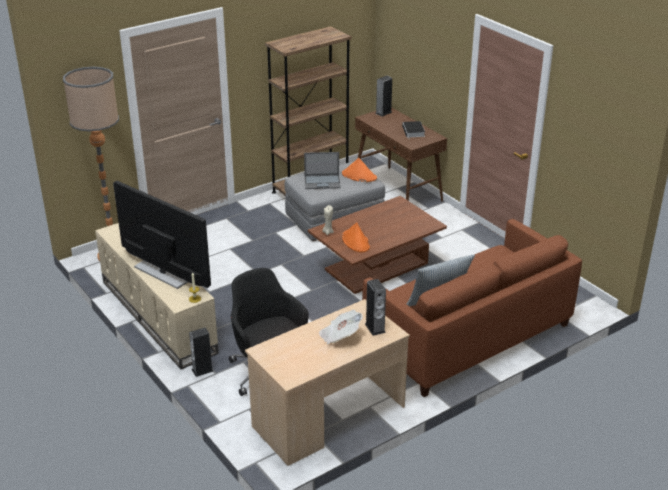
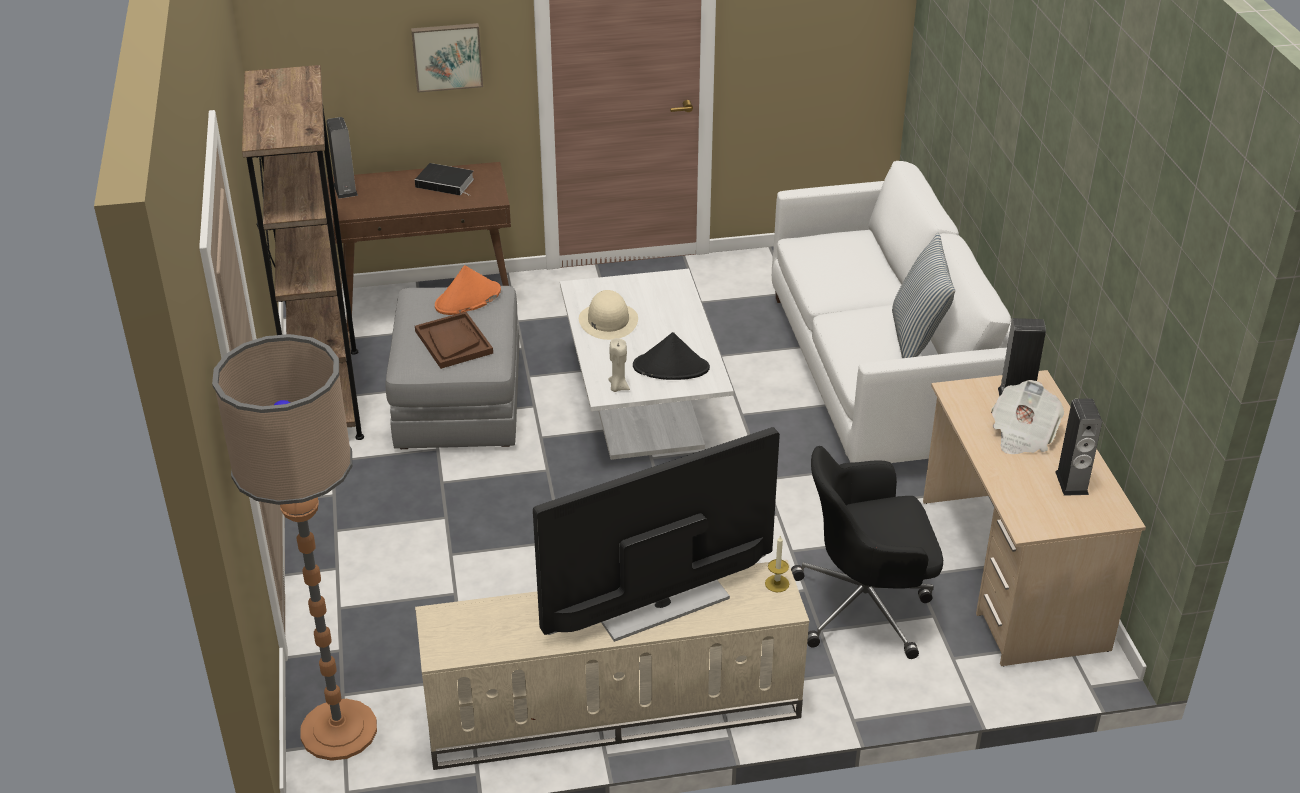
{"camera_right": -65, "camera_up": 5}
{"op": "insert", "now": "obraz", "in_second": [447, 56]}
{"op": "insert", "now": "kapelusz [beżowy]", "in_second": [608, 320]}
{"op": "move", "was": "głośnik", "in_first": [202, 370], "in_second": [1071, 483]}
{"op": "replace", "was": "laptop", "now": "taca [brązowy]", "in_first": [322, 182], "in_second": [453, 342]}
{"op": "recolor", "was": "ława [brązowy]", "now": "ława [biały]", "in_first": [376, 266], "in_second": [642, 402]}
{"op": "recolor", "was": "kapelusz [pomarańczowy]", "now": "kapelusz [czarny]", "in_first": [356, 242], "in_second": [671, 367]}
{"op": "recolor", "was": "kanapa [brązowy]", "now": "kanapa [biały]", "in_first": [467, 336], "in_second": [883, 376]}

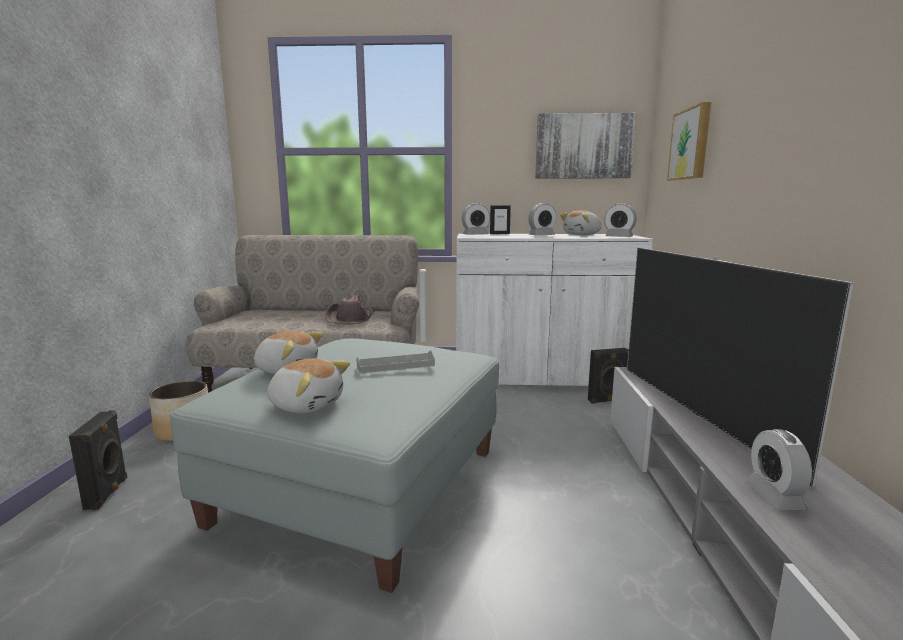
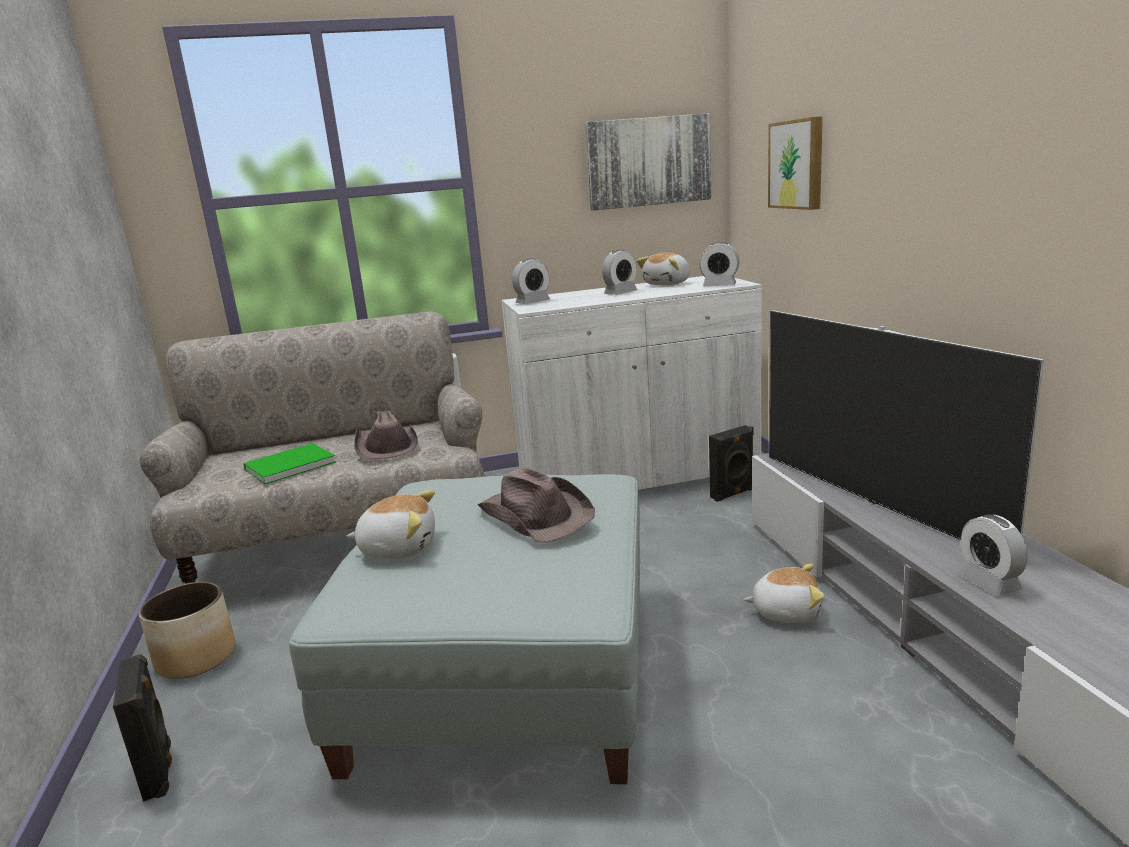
{"camera_right": -15, "camera_up": 5}
{"op": "delete", "was": "ramka na zdjęcie", "in_first": [499, 234]}
{"op": "insert", "now": "książka [zielony]", "in_second": [287, 466]}
{"op": "move", "was": "pluszak", "in_first": [306, 405], "in_second": [786, 611]}
{"op": "replace", "was": "taca [szary]", "now": "kapelusz [brązowy]", "in_first": [395, 366], "in_second": [536, 514]}

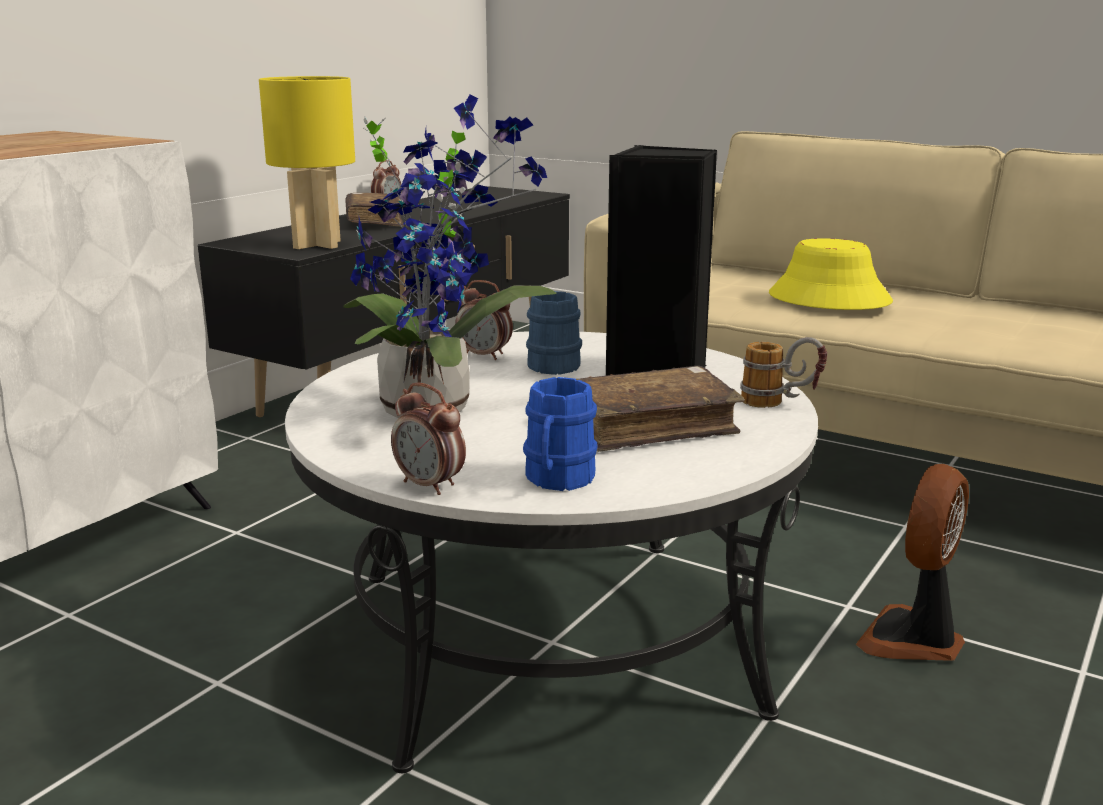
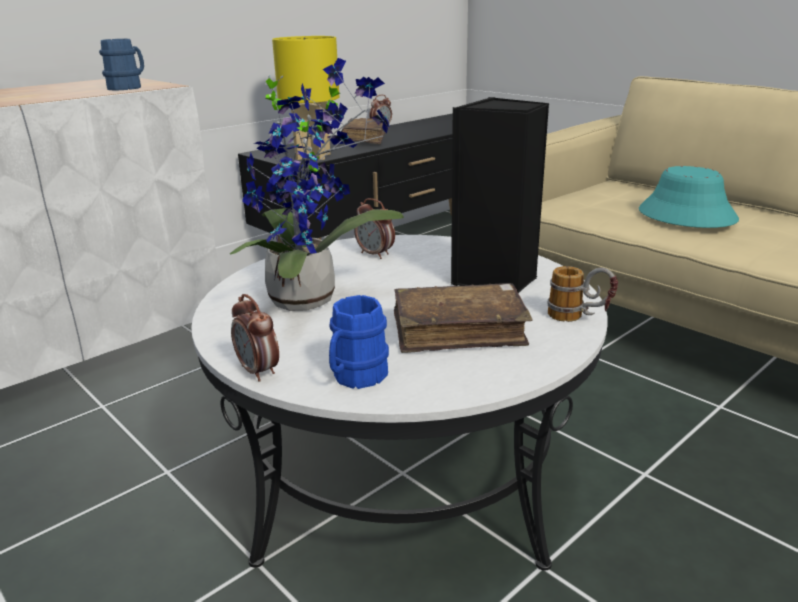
{"camera_right": 15, "camera_up": 5}
{"op": "delete", "was": "wentylator", "in_first": [914, 640]}
{"op": "move", "was": "kubek [niebieski]", "in_first": [556, 363], "in_second": [128, 87]}
{"op": "recolor", "was": "kapelusz [żółty]", "now": "kapelusz [turkusowy]", "in_first": [828, 299], "in_second": [685, 215]}

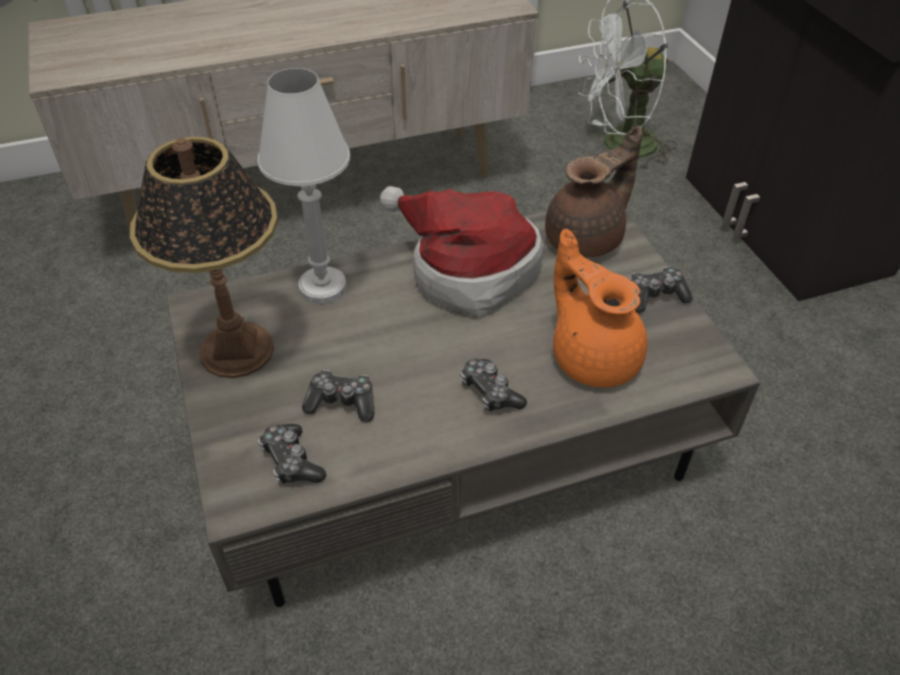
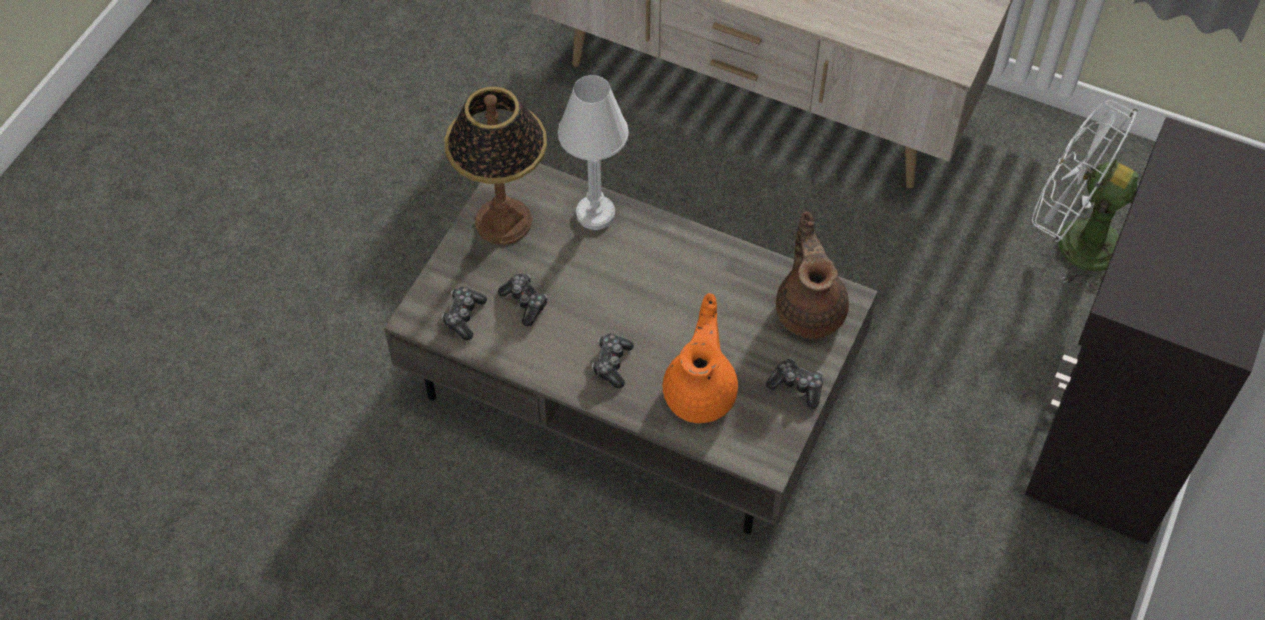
{"camera_right": 45, "camera_up": 10}
{"op": "delete", "was": "kapelusz", "in_first": [466, 270]}
{"op": "rotate", "was": "imbryk [brązowy]", "in_first": [587, 238], "in_second": [810, 309], "clockwise": -105}

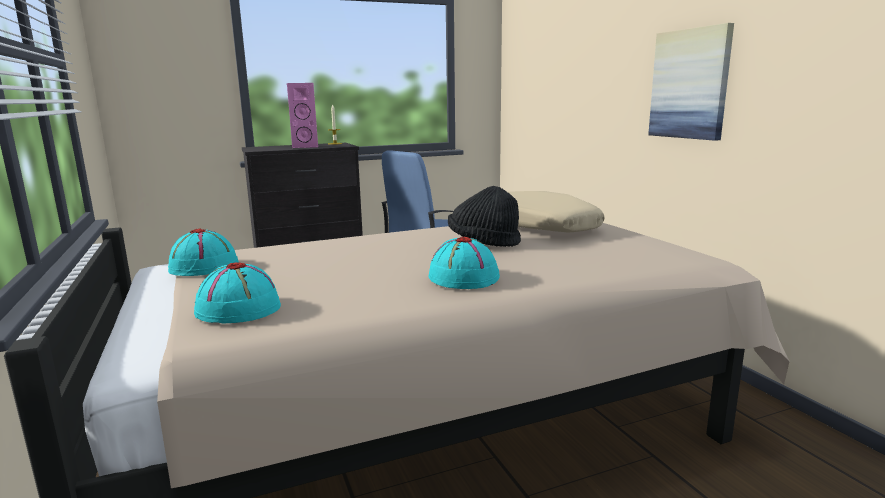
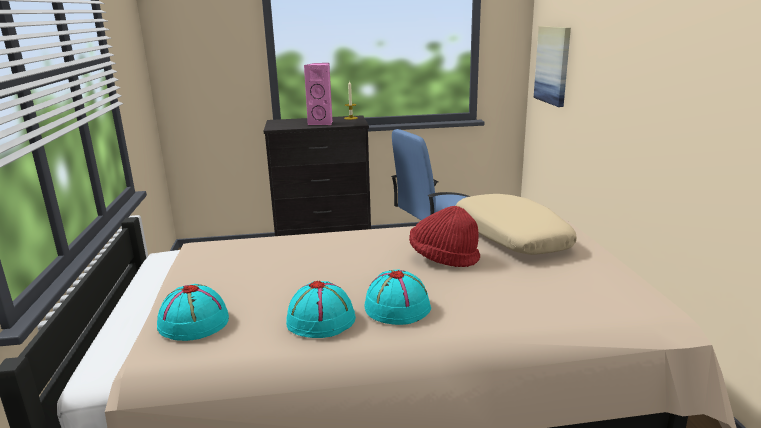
{"camera_right": 15, "camera_up": 5}
{"op": "move", "was": "kapelusz [turkusowy]", "in_first": [204, 267], "in_second": [321, 320]}
{"op": "move", "was": "obraz", "in_first": [690, 84], "in_second": [553, 65]}
{"op": "recolor", "was": "kapelusz [czarny]", "now": "kapelusz [czerwony]", "in_first": [483, 243], "in_second": [443, 258]}

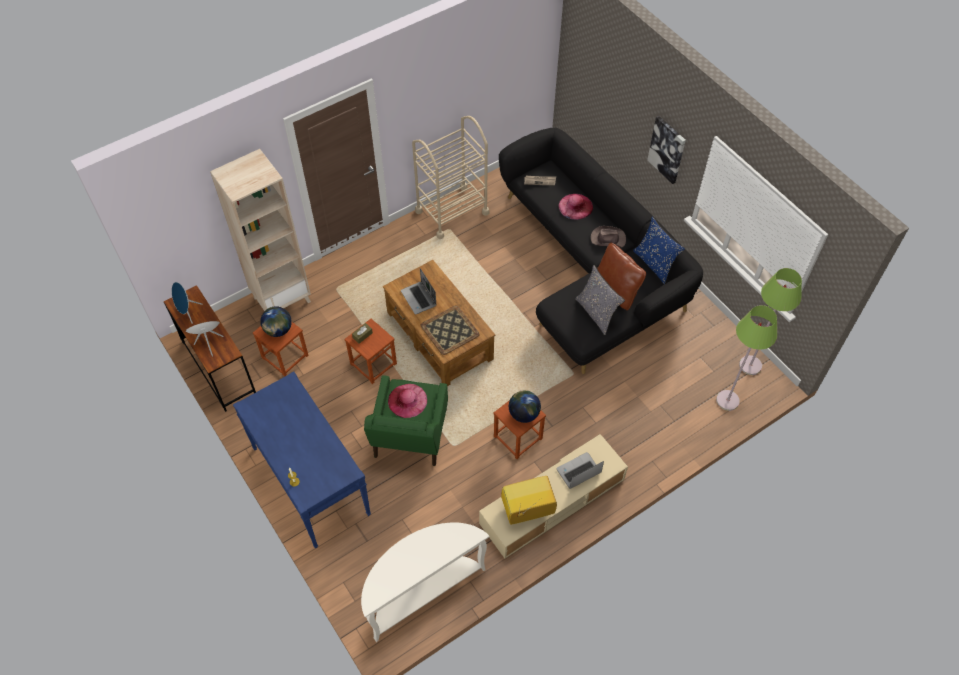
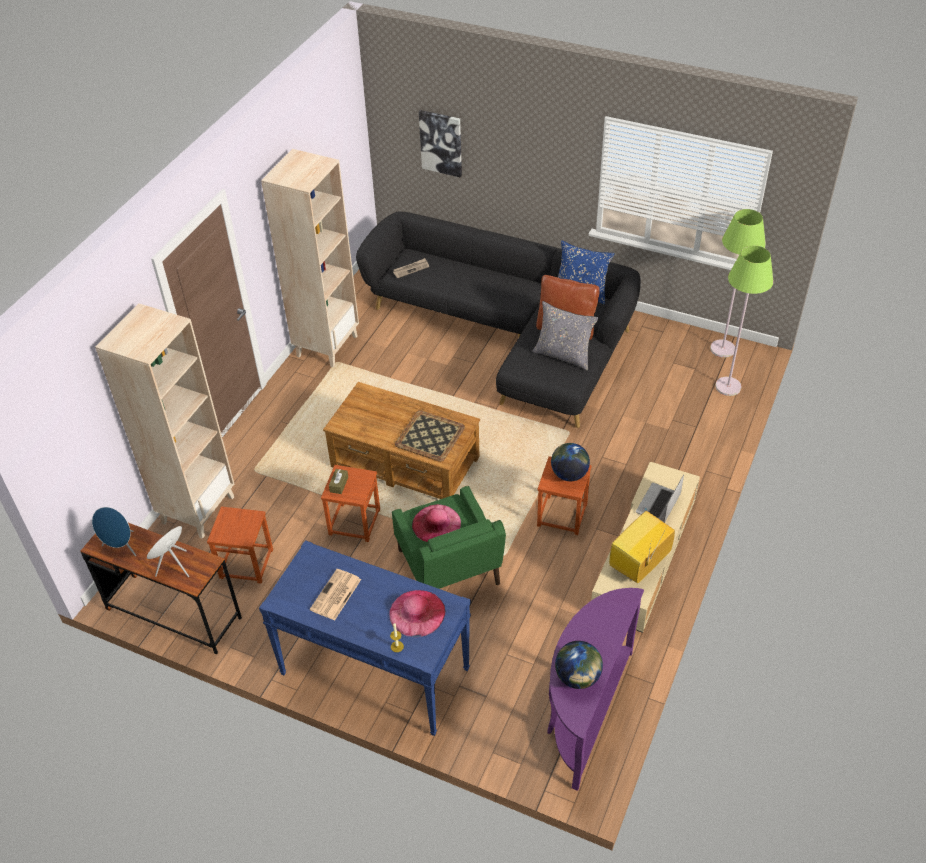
{"camera_right": -30, "camera_up": -10}
{"op": "delete", "was": "laptop", "in_first": [419, 298]}
{"op": "delete", "was": "kapelusz [brązowy]", "in_first": [607, 238]}
{"op": "insert", "now": "gazeta", "in_second": [335, 595]}
{"op": "move", "was": "globus", "in_first": [278, 330], "in_second": [577, 677]}
{"op": "move", "was": "kapelusz [różowy]", "in_first": [575, 206], "in_second": [417, 613]}
{"op": "move", "was": "obraz", "in_first": [667, 149], "in_second": [441, 143]}
{"op": "replace", "was": "wózek [beżowy]", "now": "regał [beżowy]", "in_first": [452, 212], "in_second": [327, 345]}
{"op": "recolor", "was": "stolik konsolowy [biały]", "now": "stolik konsolowy [fioletowy]", "in_first": [422, 591], "in_second": [584, 711]}

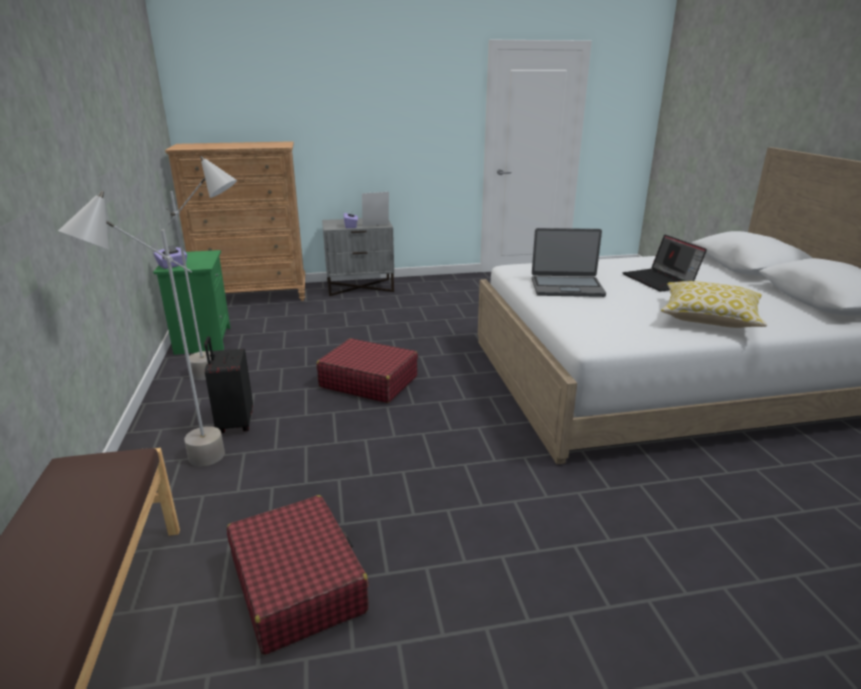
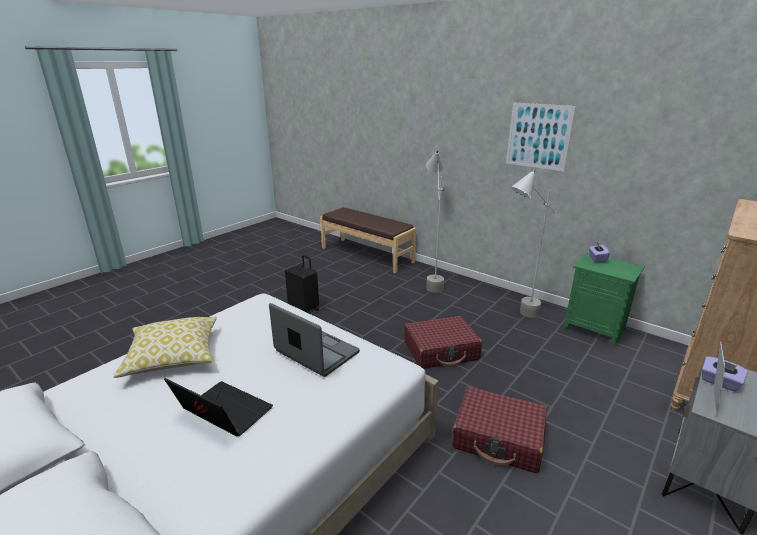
{"camera_right": 140, "camera_up": 0}
{"op": "insert", "now": "obraz", "in_second": [538, 136]}
{"op": "move", "was": "walizka [czarny]", "in_first": [234, 423], "in_second": [304, 309]}
{"op": "move", "was": "walizka [czerwony]", "in_first": [298, 584], "in_second": [498, 438]}
{"op": "rotate", "was": "laptop", "in_first": [566, 287], "in_second": [316, 352], "clockwise": 75}

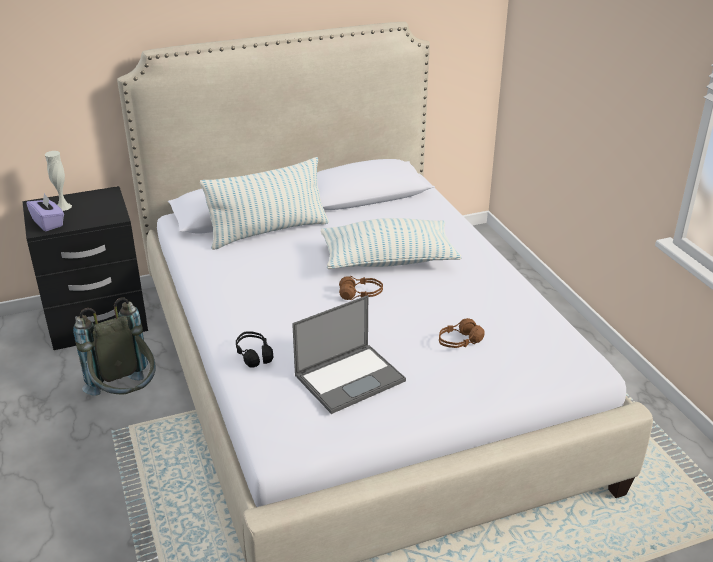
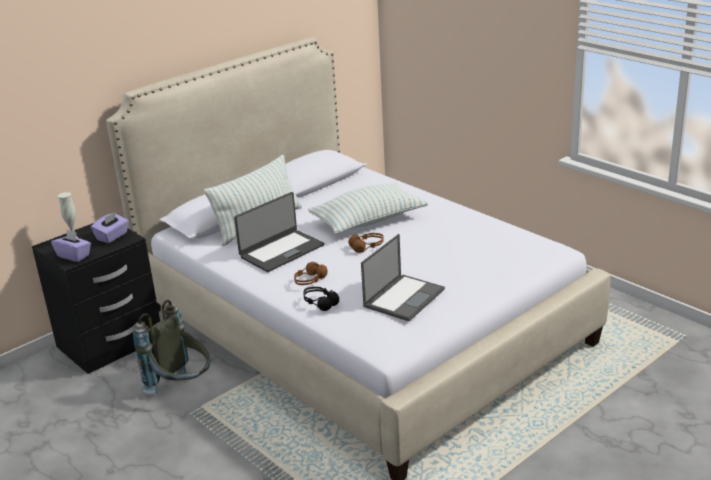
{"camera_right": -20, "camera_up": -5}
{"op": "insert", "now": "pudełko chusteczek [fioletowy]", "in_second": [112, 236]}
{"op": "insert", "now": "laptop", "in_second": [281, 251]}
{"op": "move", "was": "słuchawki [brązowy]", "in_first": [459, 342], "in_second": [310, 281]}

